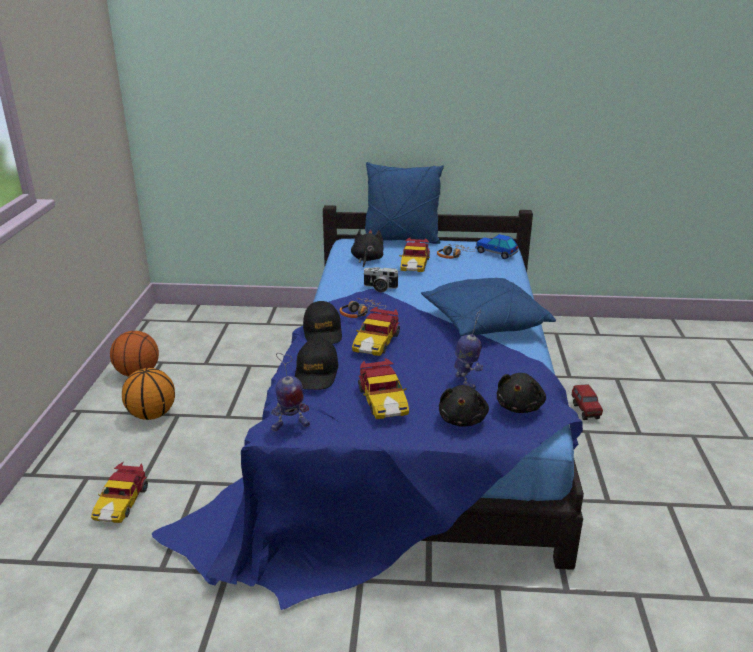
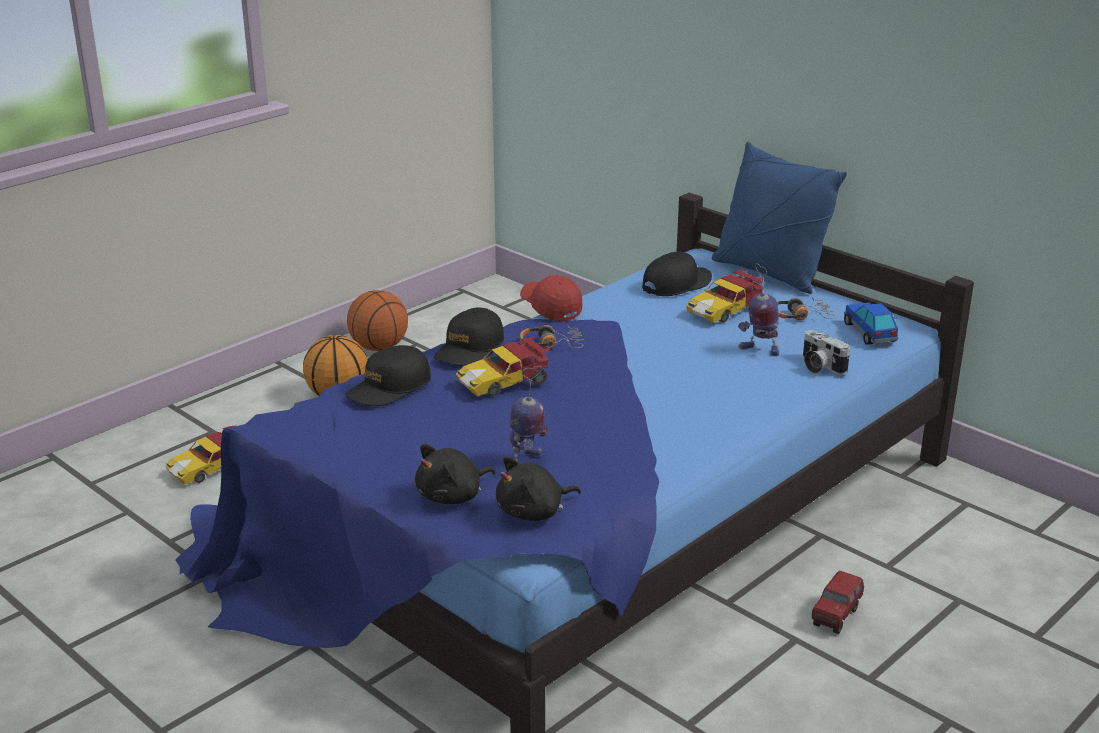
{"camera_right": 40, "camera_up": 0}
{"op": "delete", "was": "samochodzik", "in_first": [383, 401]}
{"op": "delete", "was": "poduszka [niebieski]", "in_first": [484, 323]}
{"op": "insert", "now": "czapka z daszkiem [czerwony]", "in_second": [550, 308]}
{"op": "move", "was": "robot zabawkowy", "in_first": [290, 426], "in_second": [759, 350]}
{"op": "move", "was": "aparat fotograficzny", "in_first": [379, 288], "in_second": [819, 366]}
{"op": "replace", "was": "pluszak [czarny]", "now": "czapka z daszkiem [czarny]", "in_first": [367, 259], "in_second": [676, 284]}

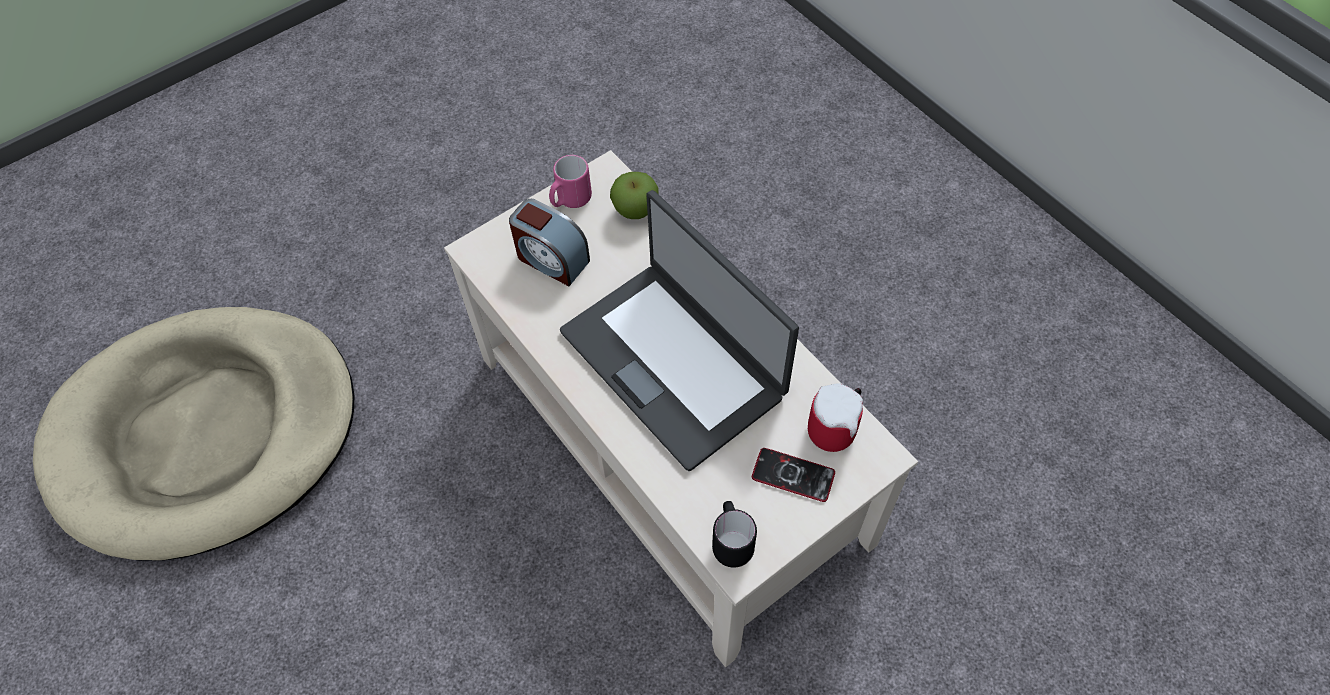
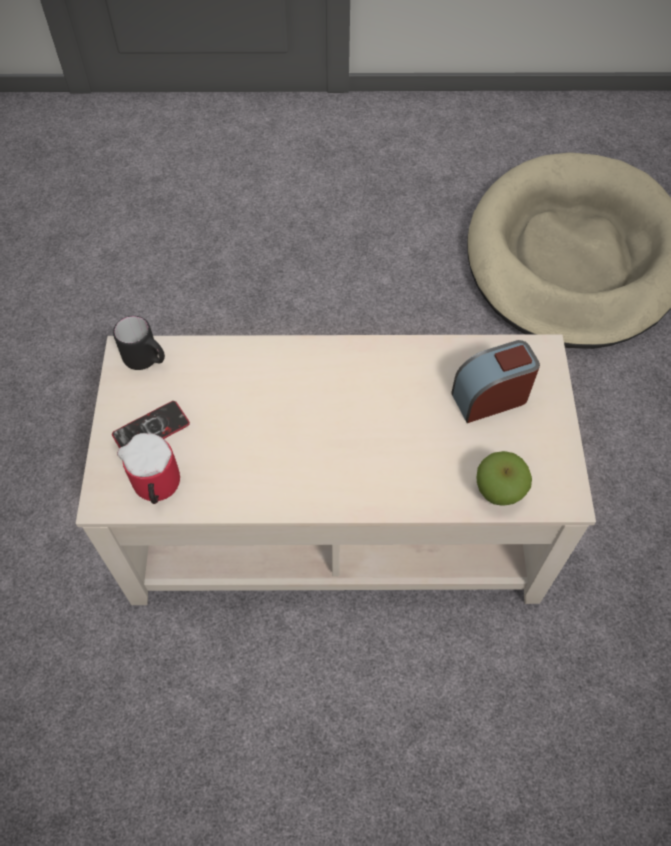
{"camera_right": 125, "camera_up": 0}
{"op": "delete", "was": "kubek [różowy]", "in_first": [570, 200]}
{"op": "delete", "was": "laptop", "in_first": [674, 362]}

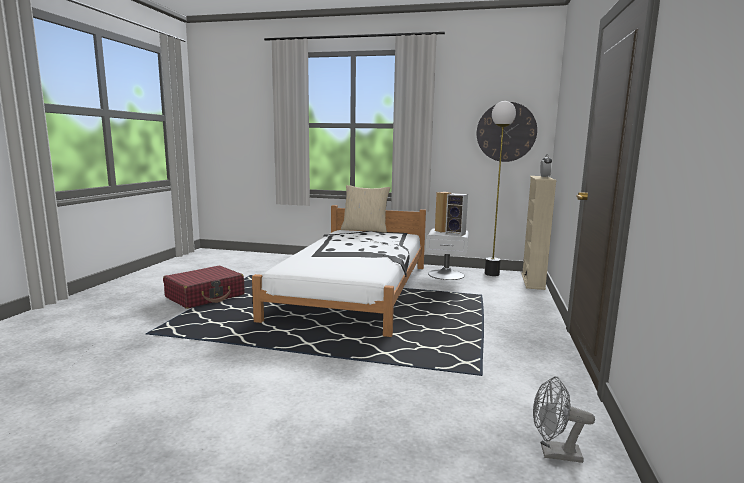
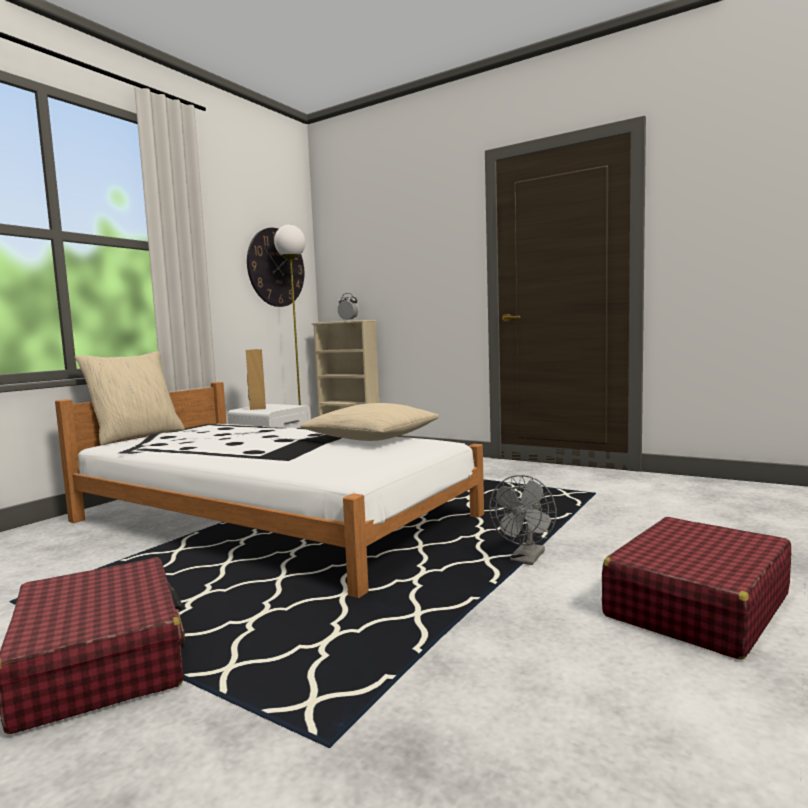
{"camera_right": -70, "camera_up": -5}
{"op": "delete", "was": "głośnik", "in_first": [456, 234]}
{"op": "insert", "now": "poduszka [beżowy]", "in_second": [372, 438]}
{"op": "insert", "now": "walizka [czerwony]", "in_second": [696, 606]}
{"op": "move", "was": "wentylator [szary]", "in_first": [554, 453], "in_second": [526, 559]}

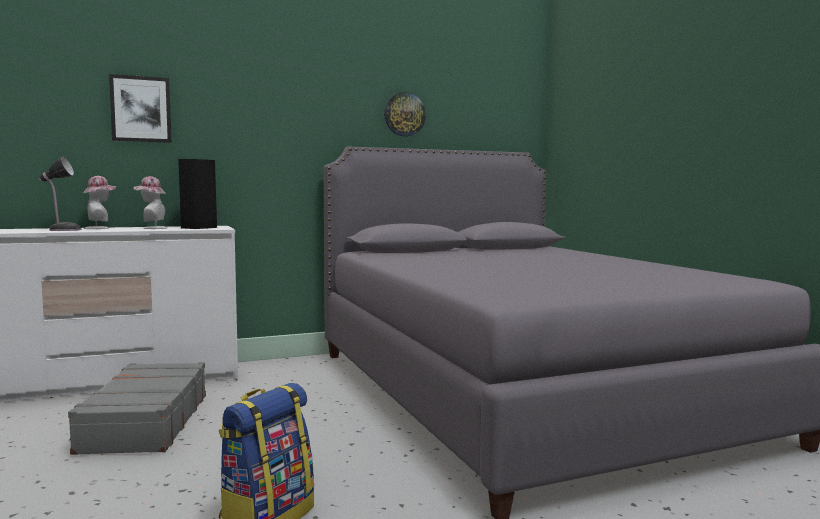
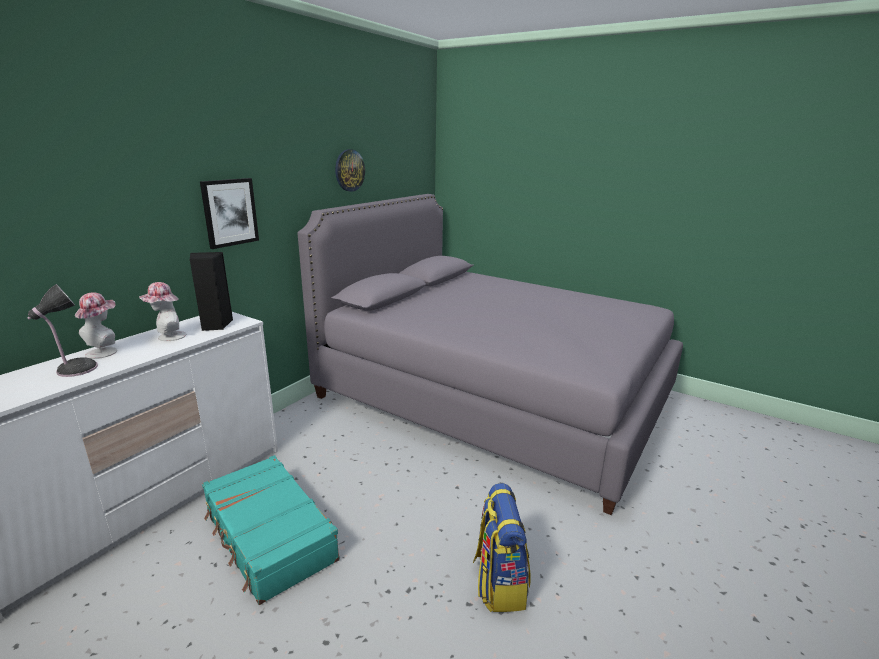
{"camera_right": -35, "camera_up": 15}
{"op": "move", "was": "obraz", "in_first": [141, 109], "in_second": [229, 212]}
{"op": "recolor", "was": "walizka [szary]", "now": "walizka [turkusowy]", "in_first": [144, 423], "in_second": [269, 536]}

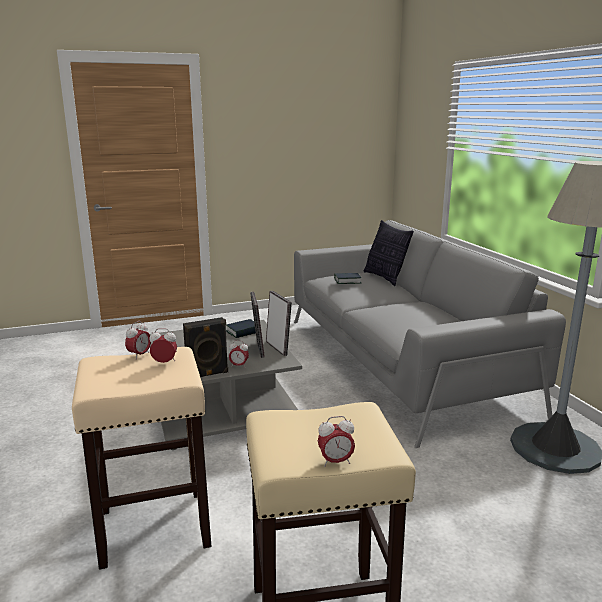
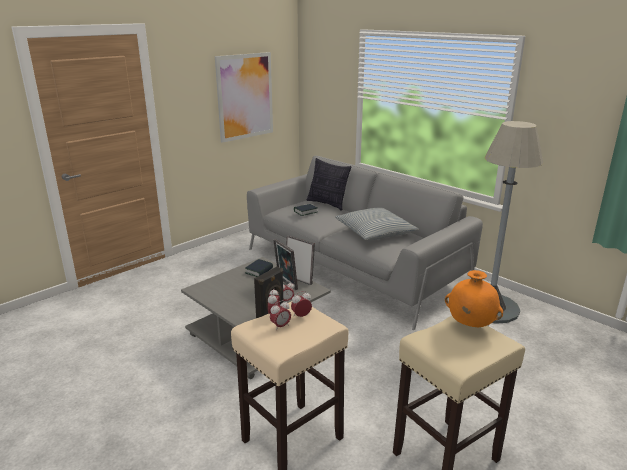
{"camera_right": -25, "camera_up": 5}
{"op": "insert", "now": "obraz", "in_second": [245, 96]}
{"op": "insert", "now": "poduszka", "in_second": [375, 232]}
{"op": "insert", "now": "wazon [pomarańczowy]", "in_second": [470, 325]}
{"op": "move", "was": "budzik", "in_first": [335, 461], "in_second": [280, 326]}

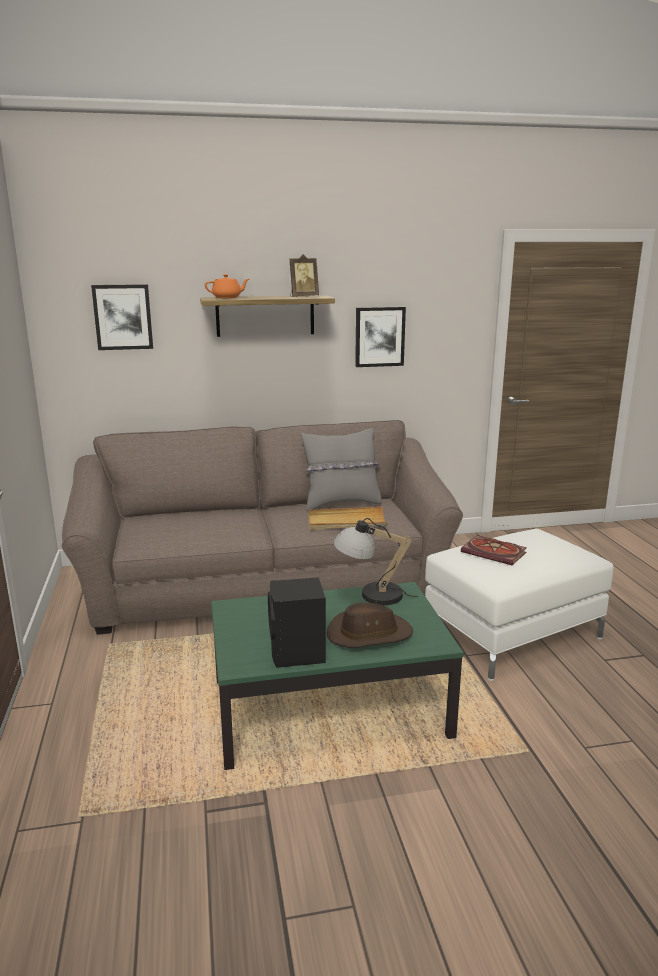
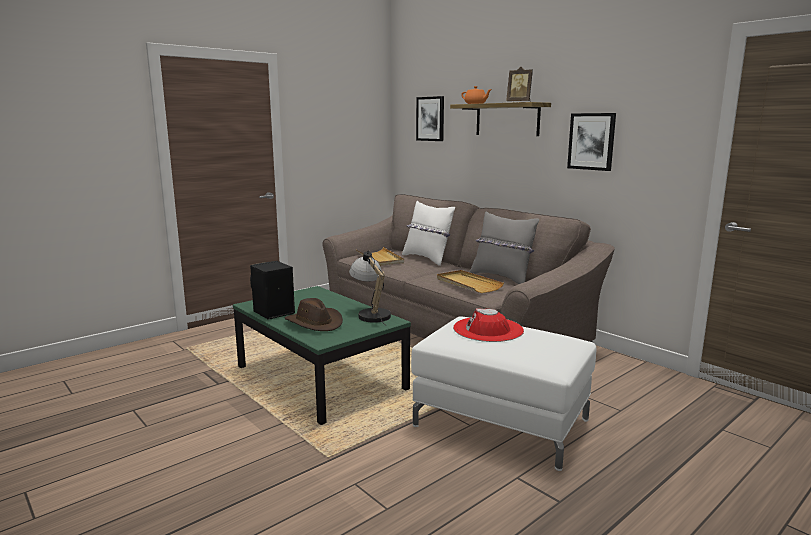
{"camera_right": 60, "camera_up": -5}
{"op": "insert", "now": "taca [beżowy]", "in_second": [380, 259]}
{"op": "insert", "now": "poduszka [biały]", "in_second": [427, 259]}
{"op": "replace", "was": "książka", "now": "kapelusz [czerwony]", "in_first": [495, 553], "in_second": [488, 329]}

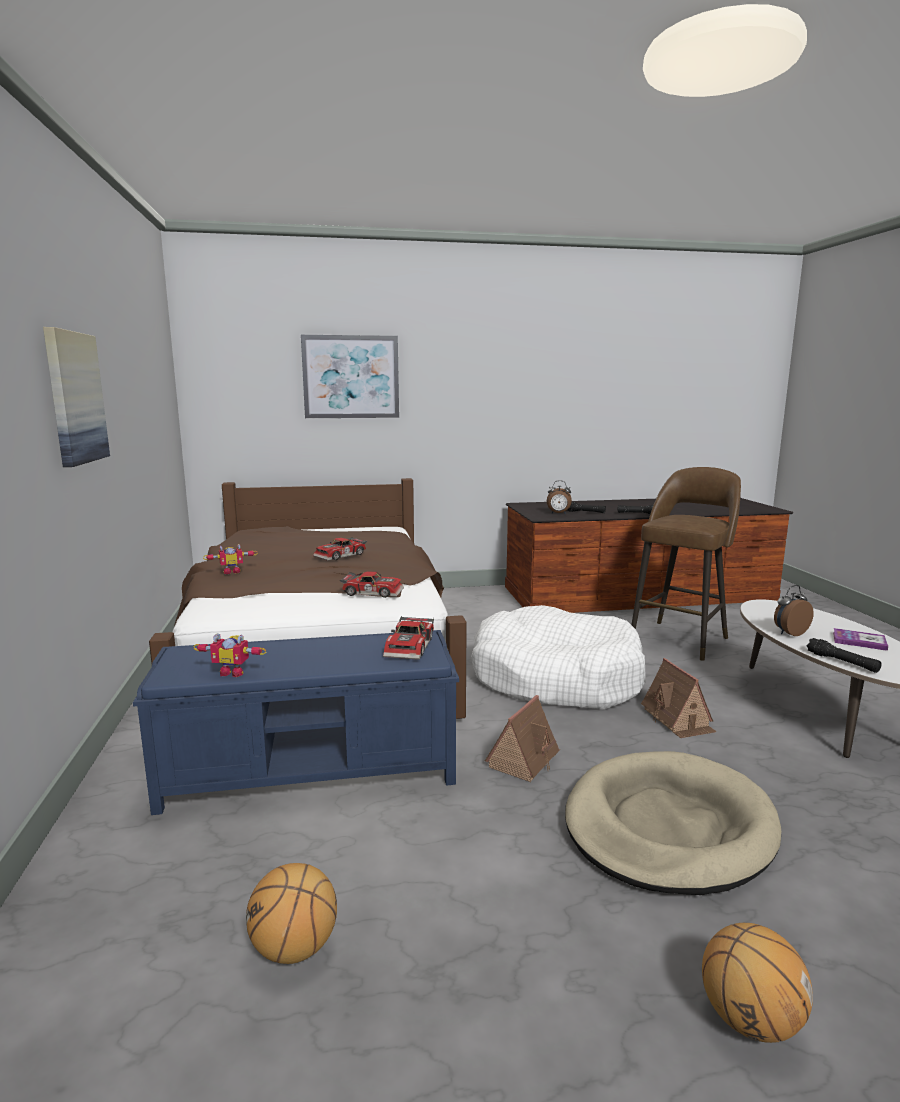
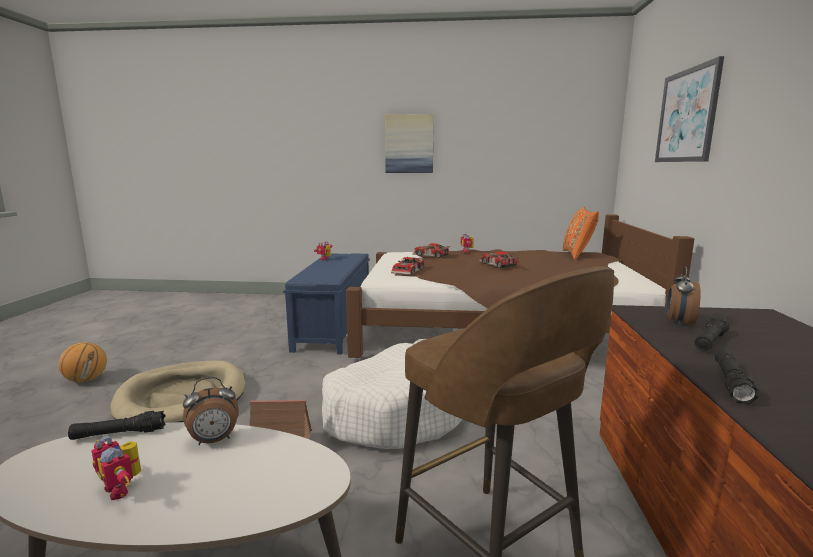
{"camera_right": 105, "camera_up": 0}
{"op": "delete", "was": "piłka do koszykówki", "in_first": [295, 948]}
{"op": "delete", "was": "domek", "in_first": [524, 759]}
{"op": "insert", "now": "poduszka [pomarańczowy]", "in_second": [578, 255]}
{"op": "move", "was": "samochodzik", "in_first": [412, 647], "in_second": [430, 255]}
{"op": "replace", "was": "książka", "now": "robot zabawkowy", "in_first": [859, 641], "in_second": [123, 488]}
{"op": "rotate", "was": "budzik", "in_first": [789, 633], "in_second": [214, 440], "clockwise": 75}

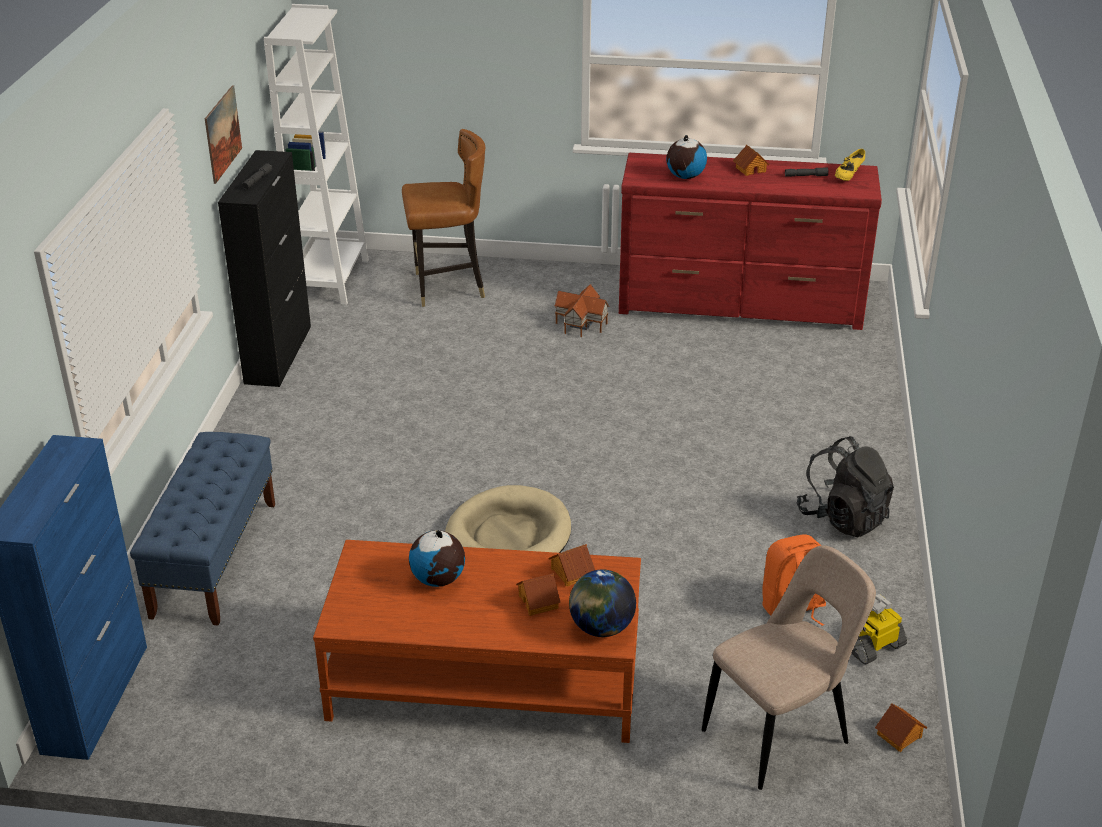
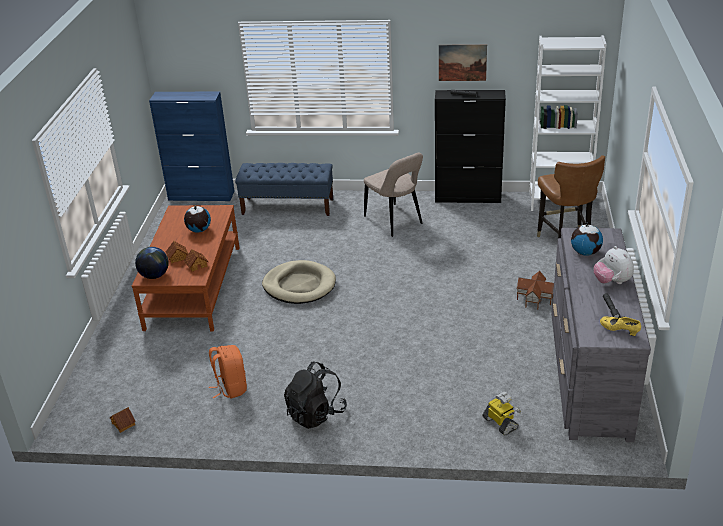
{"camera_right": 90, "camera_up": 0}
{"op": "move", "was": "krzesło [beżowy]", "in_first": [781, 734], "in_second": [395, 221]}
{"op": "move", "was": "robot zabawkowy", "in_first": [874, 647], "in_second": [501, 423]}
{"op": "replace", "was": "domek", "now": "pluszak", "in_first": [750, 169], "in_second": [612, 282]}
{"op": "recolor", "was": "komoda [czerwony]", "now": "komoda [szary]", "in_first": [741, 304], "in_second": [589, 373]}

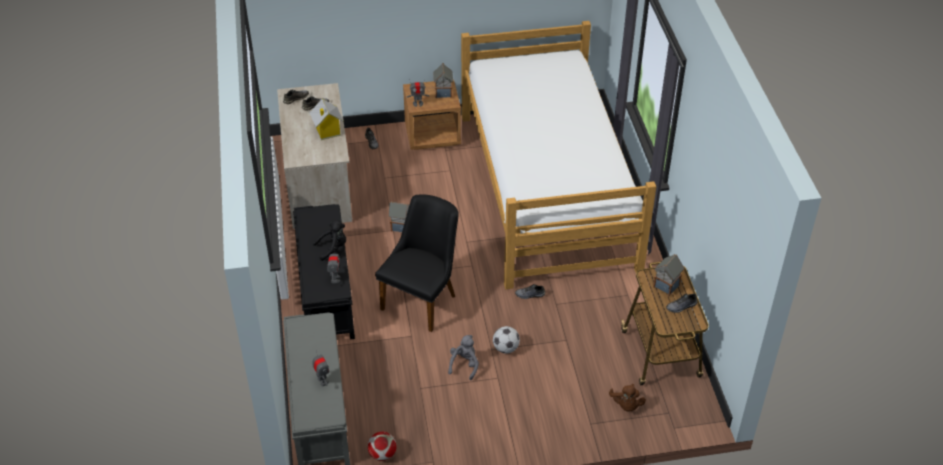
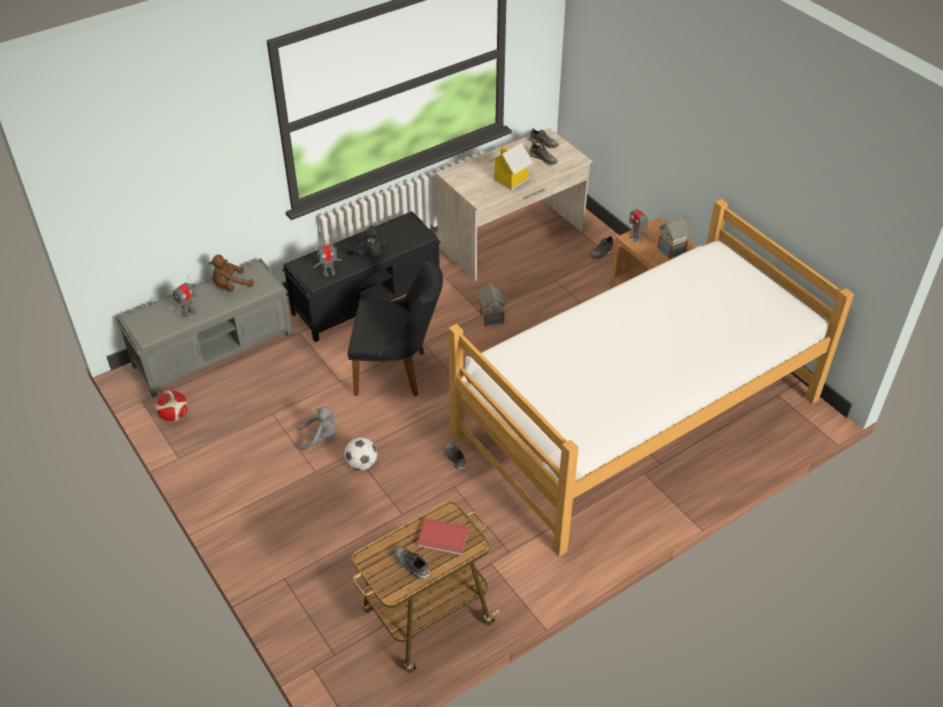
{"camera_right": 65, "camera_up": 0}
{"op": "move", "was": "pluszak [brązowy]", "in_first": [626, 405], "in_second": [231, 286]}
{"op": "replace", "was": "domek", "now": "książka [czerwony]", "in_first": [666, 285], "in_second": [443, 539]}

